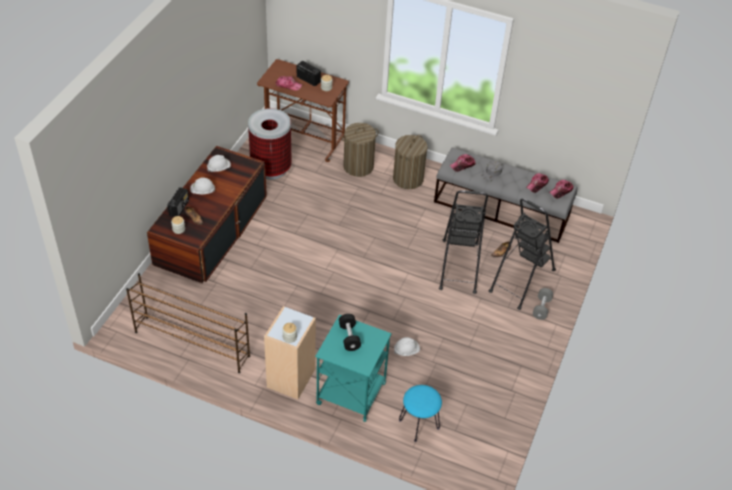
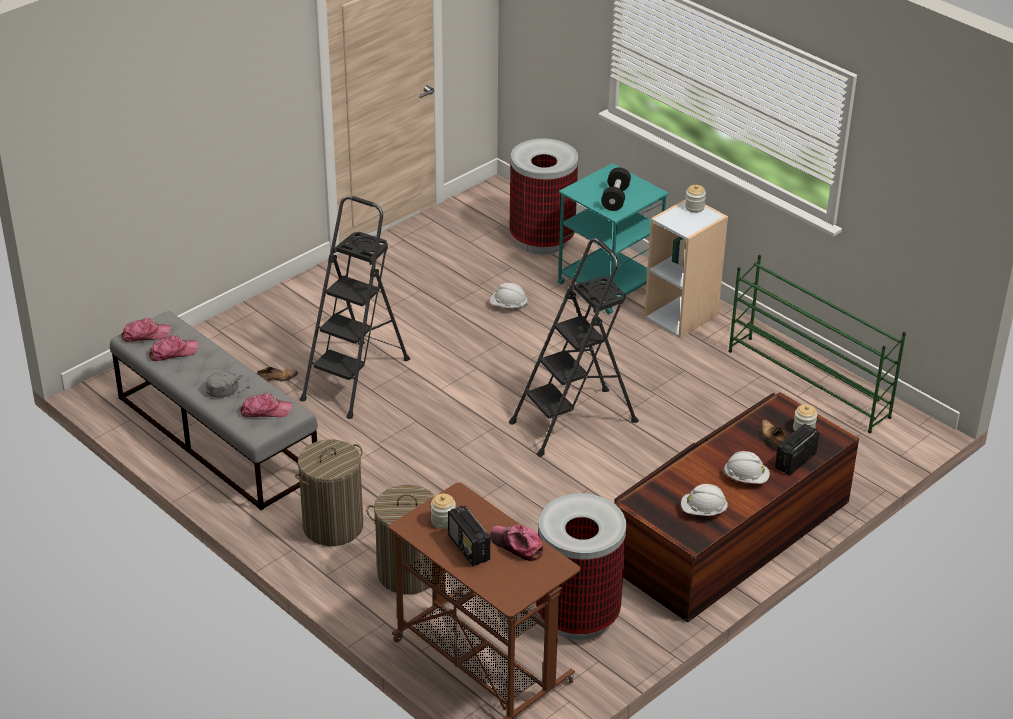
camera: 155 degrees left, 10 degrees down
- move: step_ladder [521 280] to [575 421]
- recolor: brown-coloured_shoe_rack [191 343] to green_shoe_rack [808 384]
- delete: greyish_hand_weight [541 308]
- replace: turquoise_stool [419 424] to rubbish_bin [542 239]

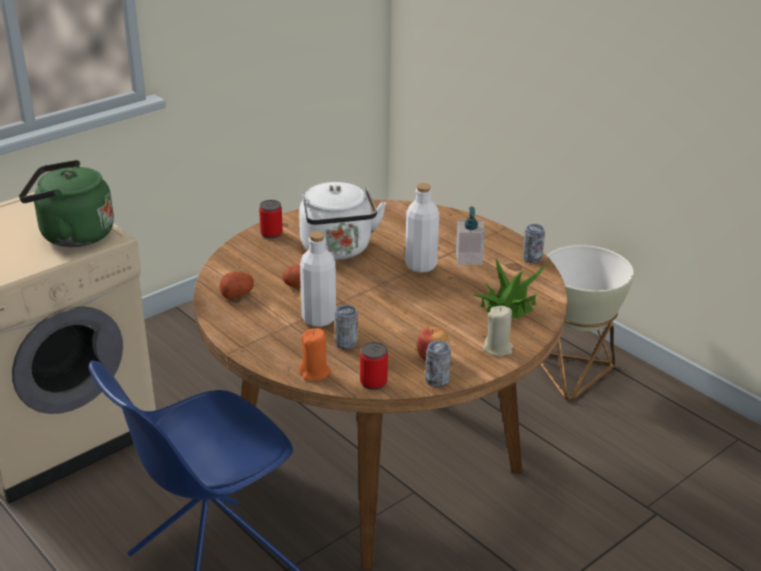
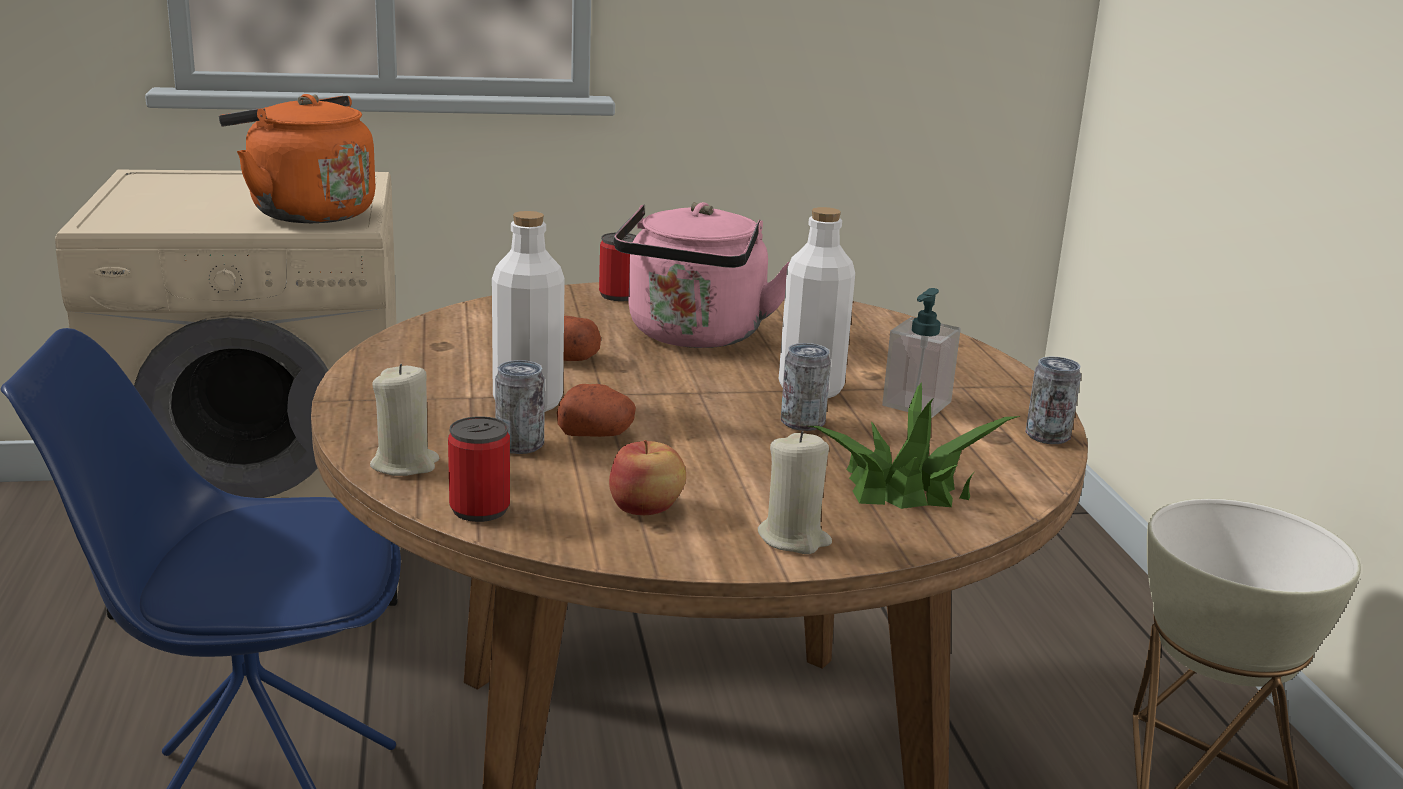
camera: 30 degrees right, 10 degrees down
- recolor: green_water_kettle [72 235] to orange-coloured_water_kettle [306 212]
- recolor: white-coloured_water_kettle [338 250] to pink-coloured_water_kettle [694 337]
- move: potato [237 293] to [597 434]
- recolor: orange-coloured_wax_light [315 372] to beige-coloured_wax_light [405 464]
- move: sealed_can [437 381] to [802 423]

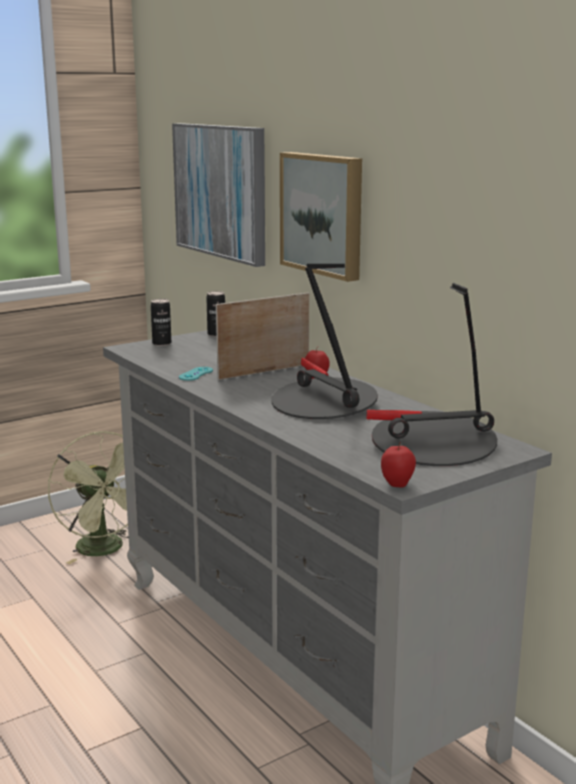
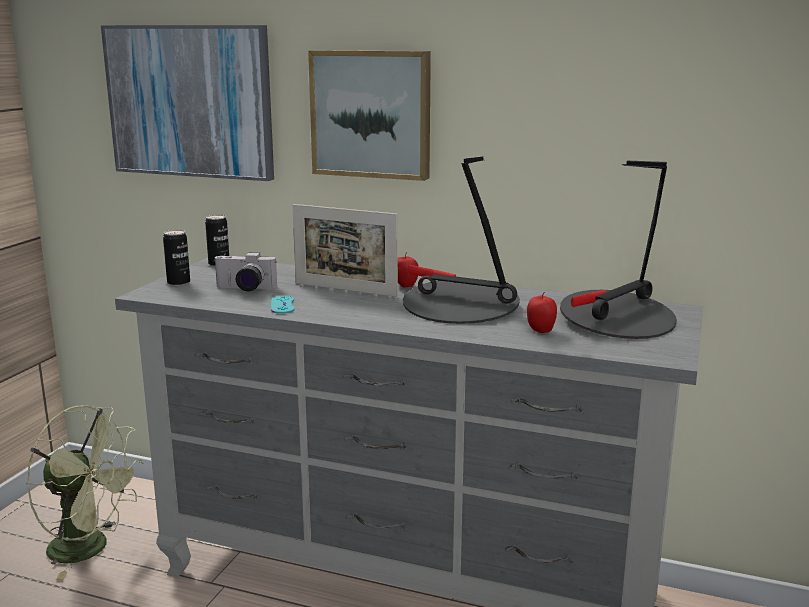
camera: 35 degrees left, 0 degrees up
- rotate: picture_frame [264 372] = [345 289] 90 degrees counterclockwise
- move: apple [397 484] to [540 331]
- insert: photo_camera [244 289]

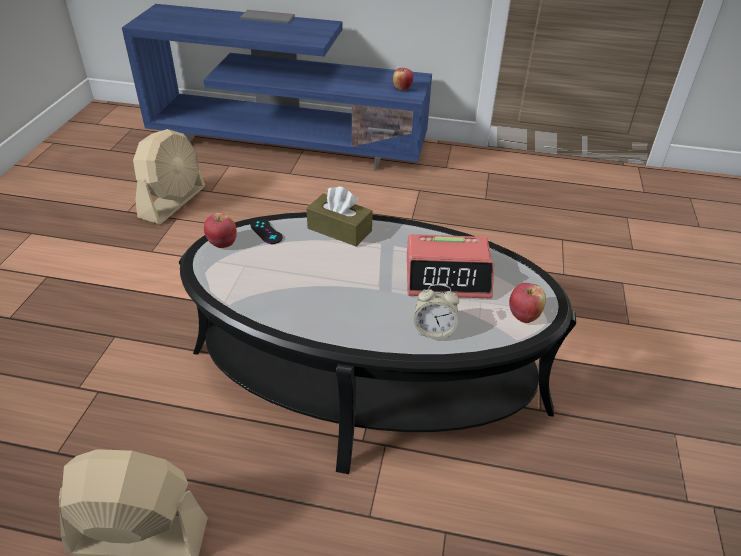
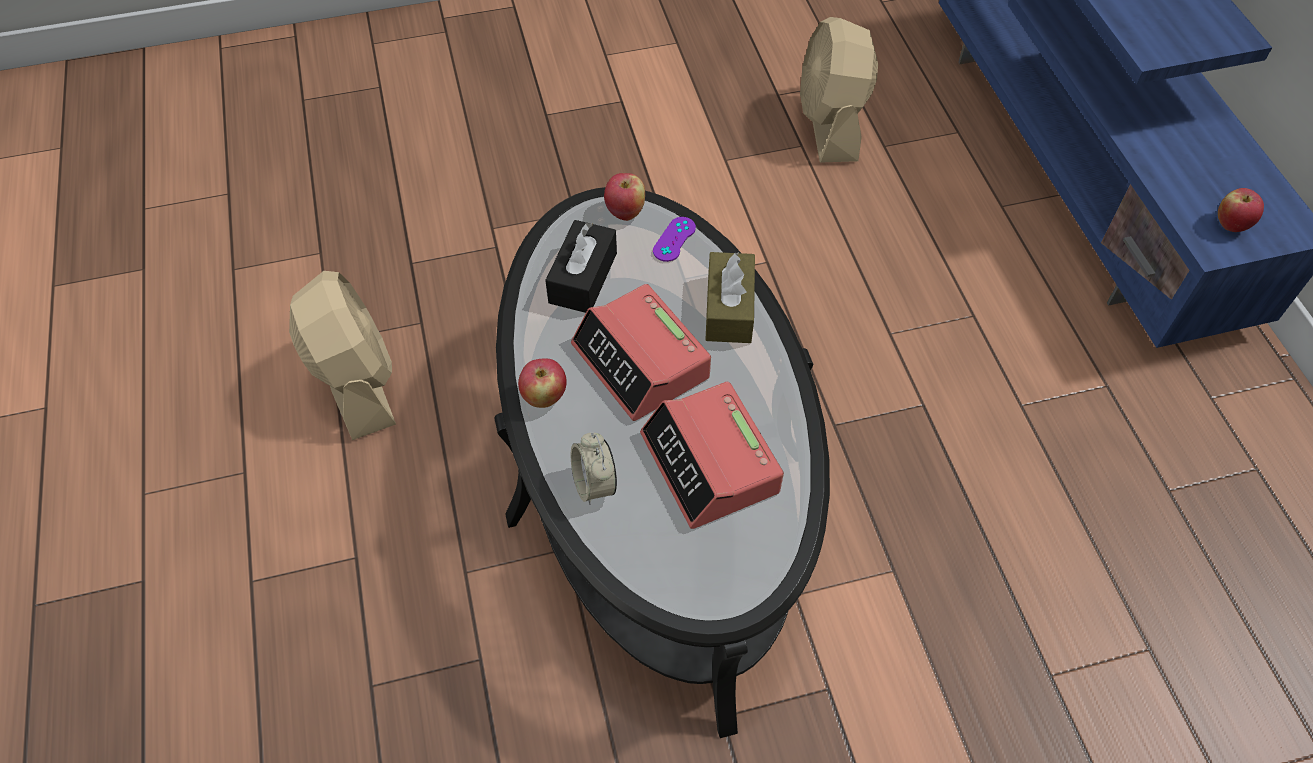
camera: 65 degrees right, 15 degrees up
- rotate: beige-coloured_electric_fan [173 202] = [830 123] 90 degrees clockwise
- recolor: black-coloured_joypad [266 231] to purplish_joypad [674 239]
- move: apple [523 316] to [544 396]
- insert: black-coloured_tissue_box [583 278]
- insert: table_clock [641 362]

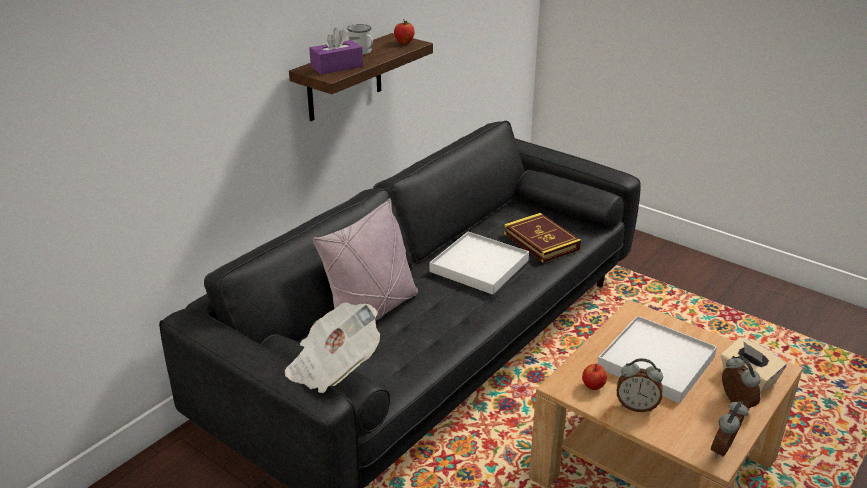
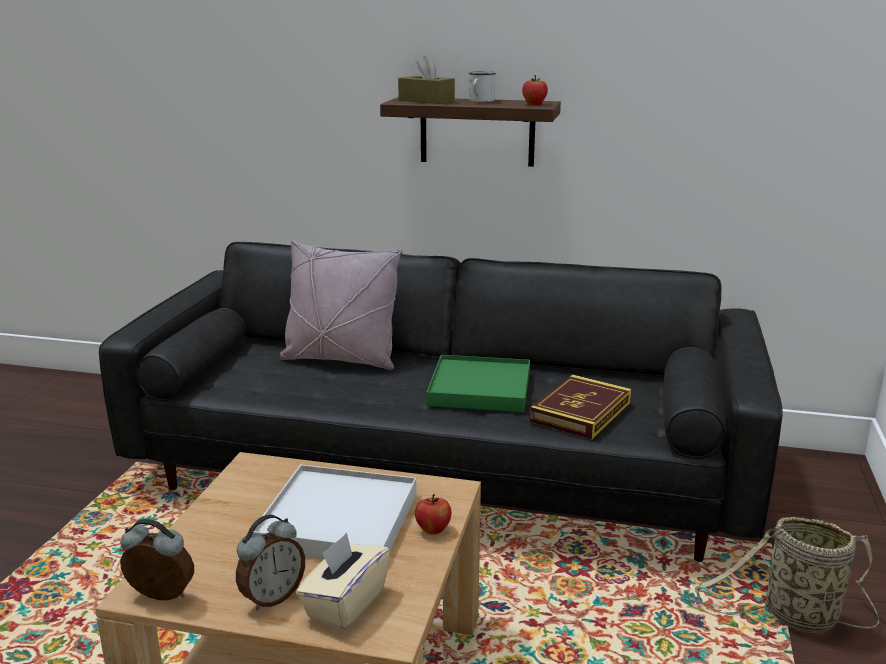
camera: 65 degrees right, 10 degrees down
- recolor: purplish_tissue_box [337 66] to brown-coloured_tissue_box [426 101]
- recolor: white-coloured_carrying_tray [479 266] to green_carrying_tray [479 388]
- delete: daily_paper [333 367]
- delete: table_clock [636 406]
- move: apple [593 386] to [433 530]
- insert: basket [795 618]

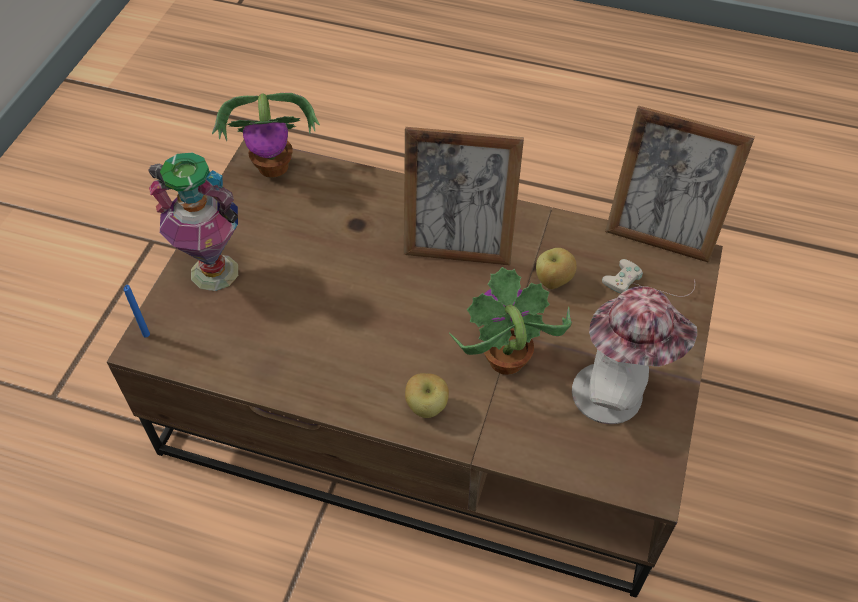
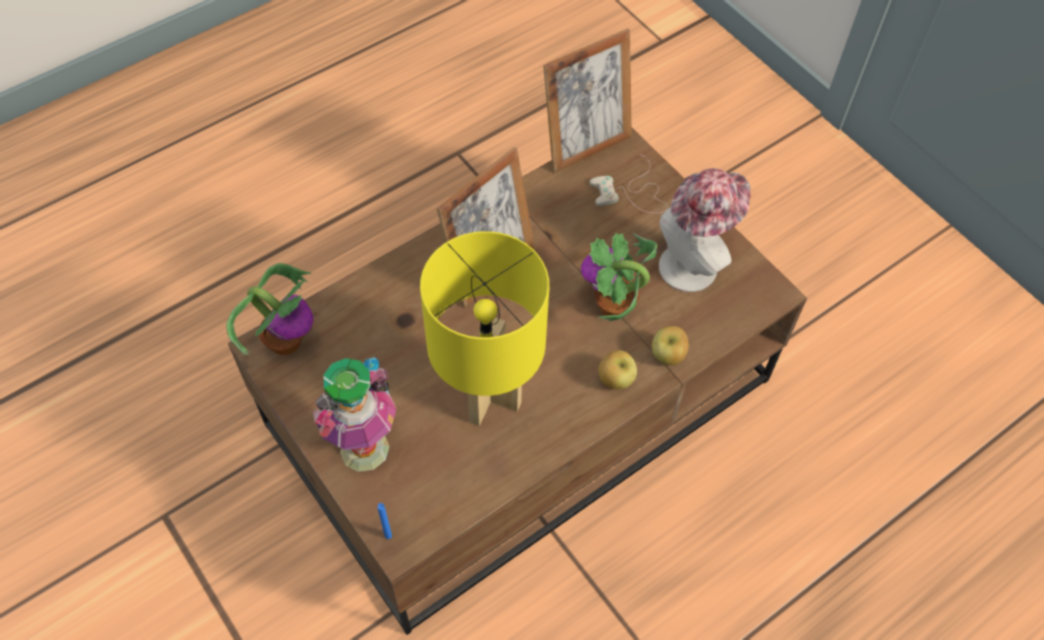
camera: 55 degrees left, 5 degrees up
- move: apple [553 281] to [668 356]
- insert: yellow_lamp_for_a_table [489 395]

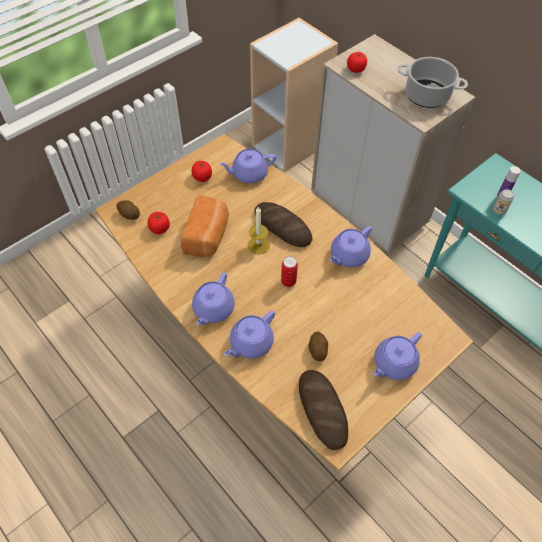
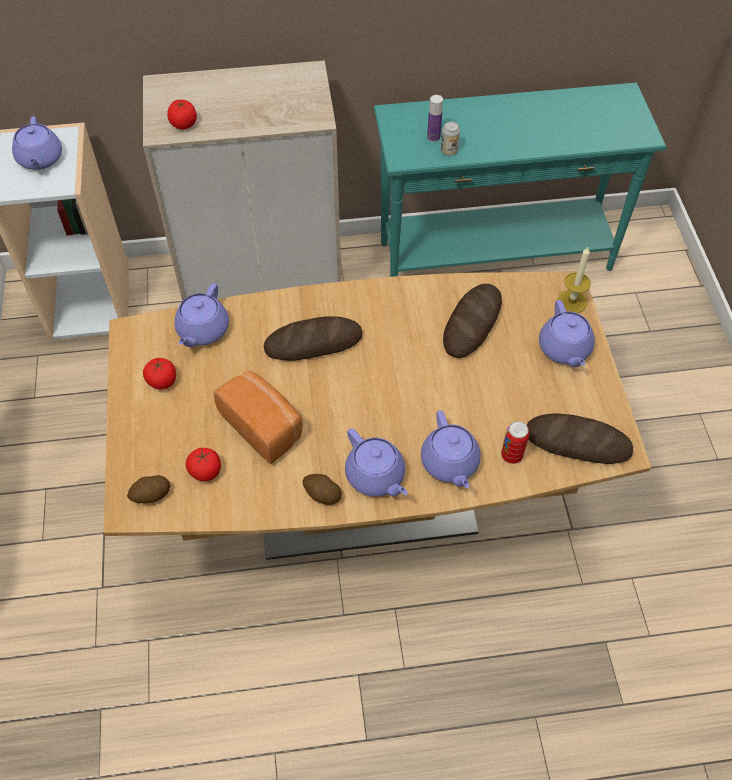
camera: 55 degrees left, 0 degrees up
- delete: cooking_pot [427 95]
- move: wax_light [258 245] to [572 301]
- move: purplish_teapot [348 255] to [40 159]
- move: sealed_can [288 281] to [511 455]
- move: potato [317 350] to [322 494]
- insert: bakery_bread [472 323]

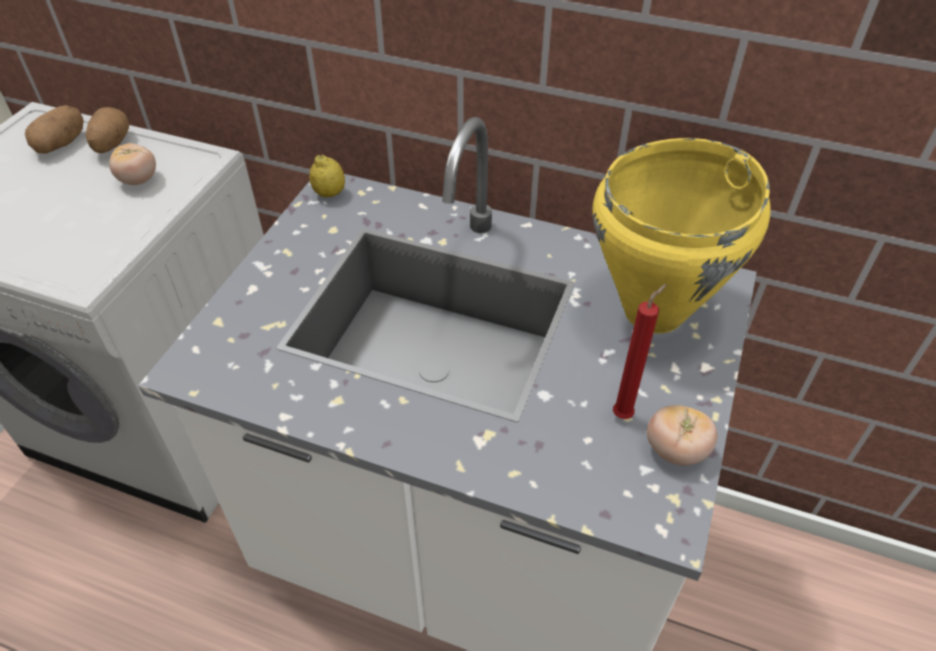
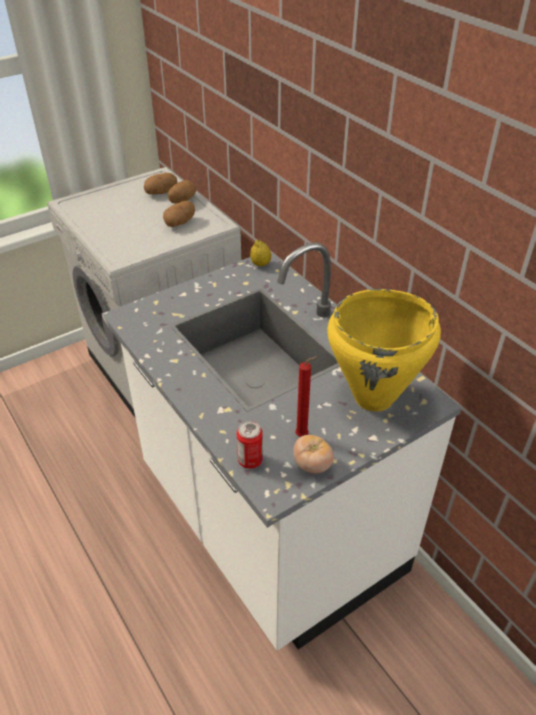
camera: 35 degrees right, 5 degrees down
- replace: fresh_tomato [138 180] to potato [180 223]
- insert: sealed_can [250 460]

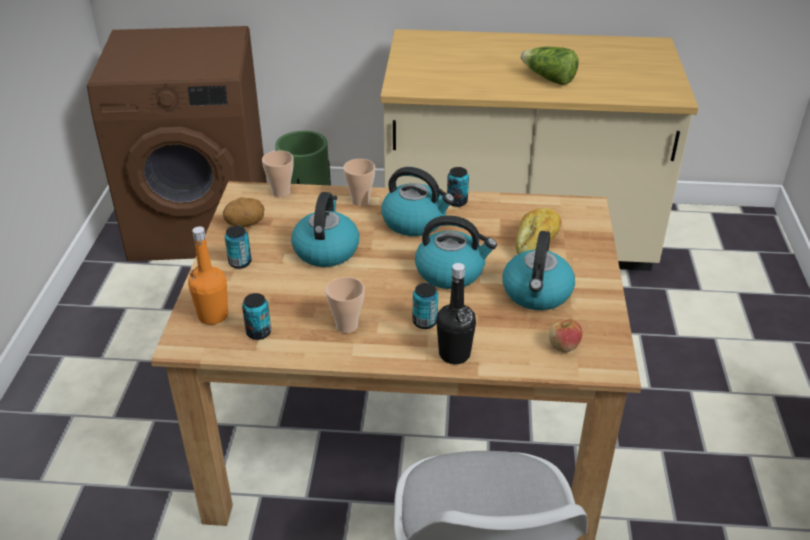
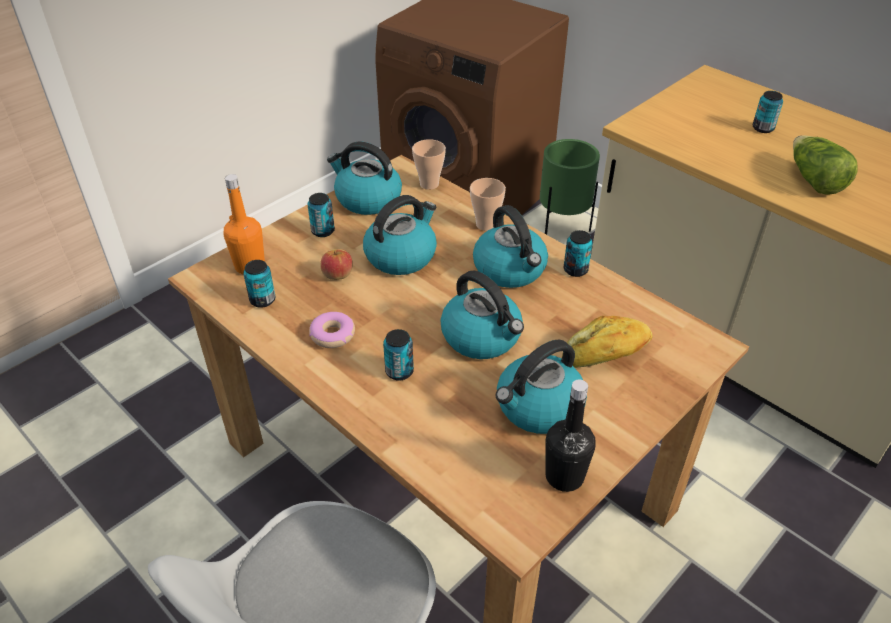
camera: 40 degrees right, 5 degrees up
- replace: potato [245 224] to water_kettle [367 199]
- move: black-coloured_drink_bottle [454 354] to [564 476]
- replace: cup [347 326] to doughnut [333 335]
- move: apple [563 346] to [337 274]
- insert: sealed_can [763 128]

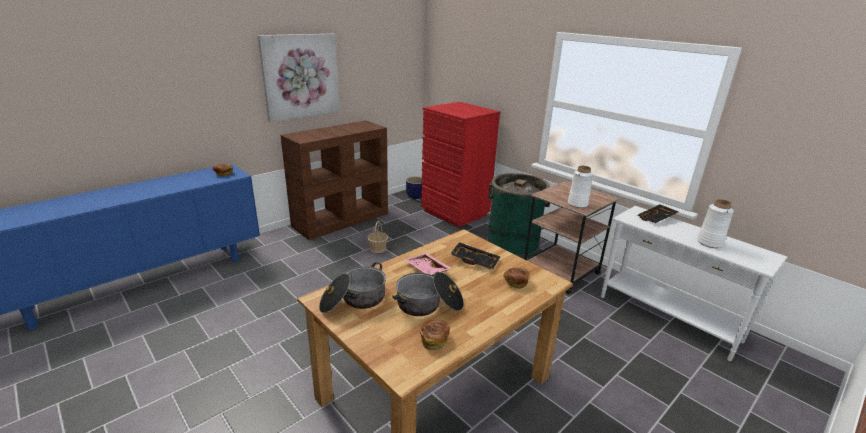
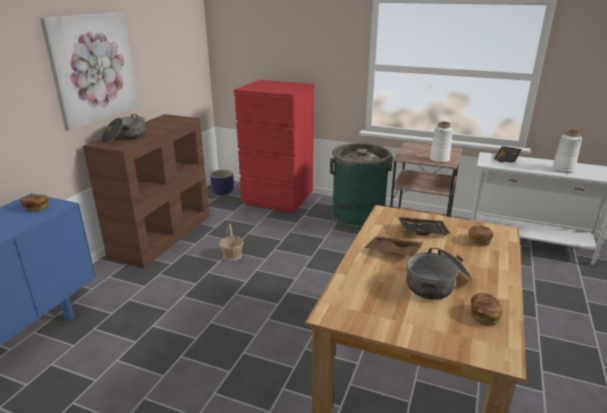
camera: 25 degrees left, 0 degrees up
- recolor: pink-coloured_carrying_tray [426 270] to brown-coloured_carrying_tray [393 252]
- move: cooking_pot [353 301] to [125 138]

